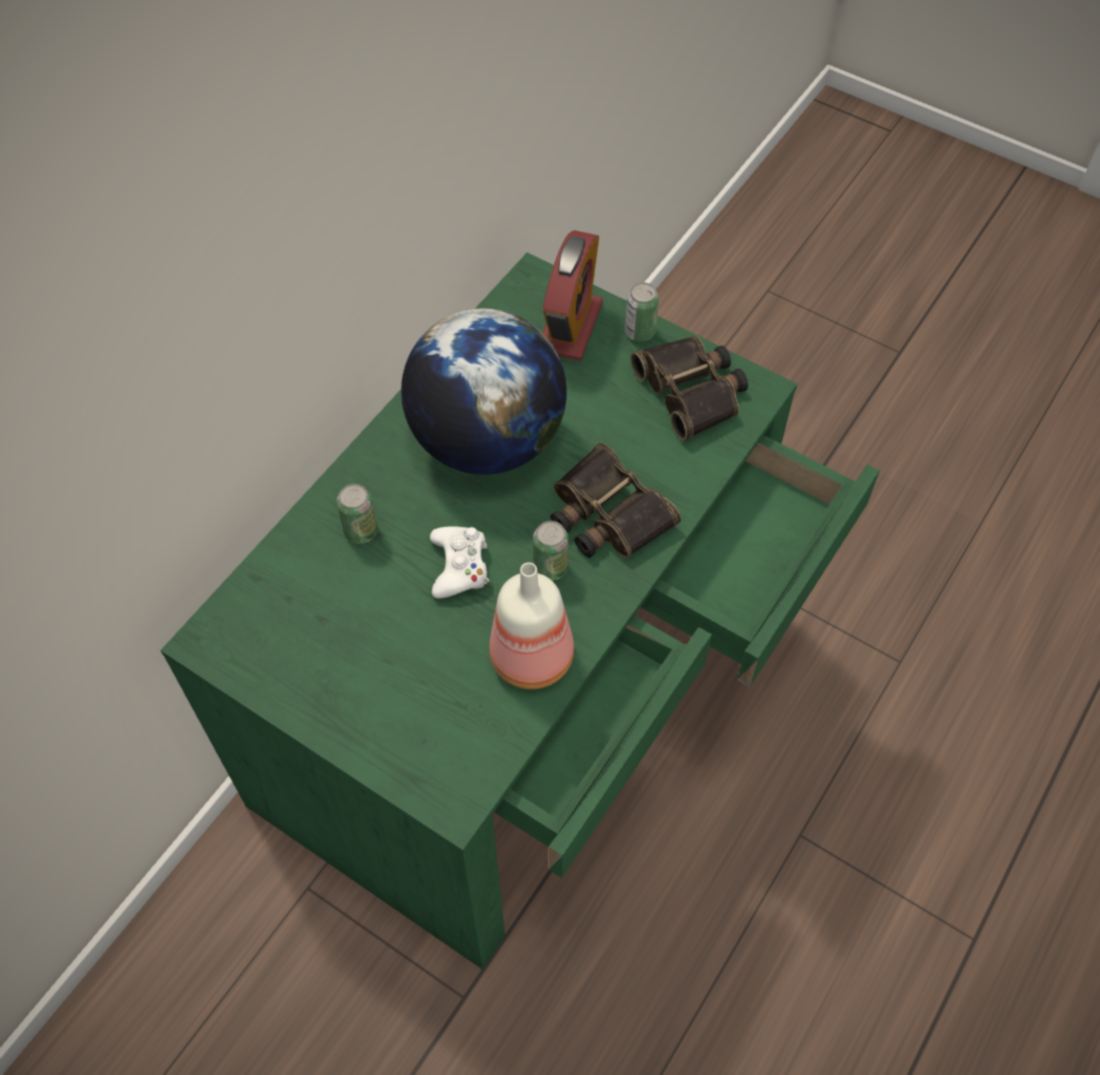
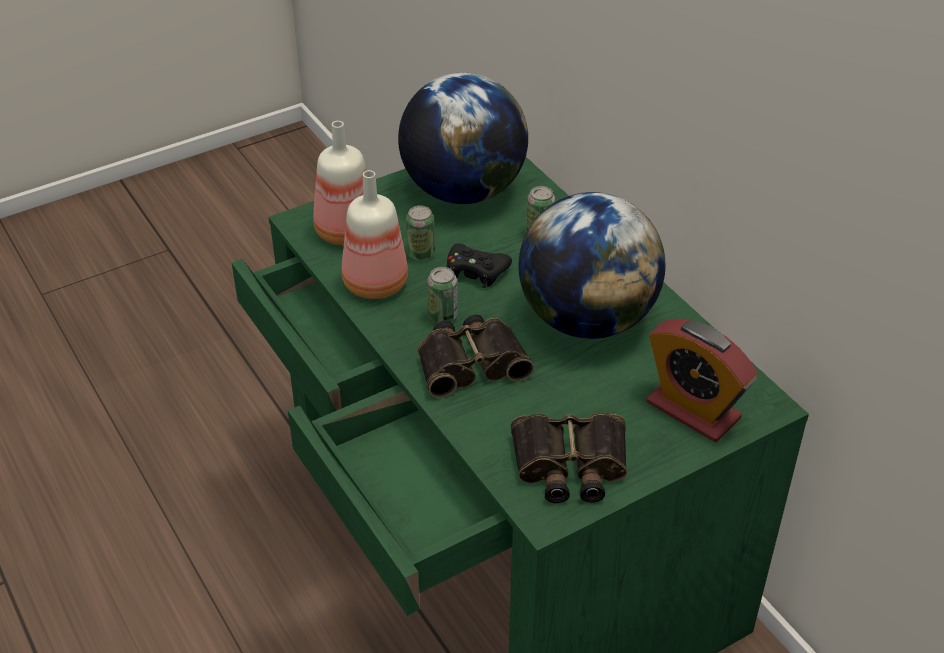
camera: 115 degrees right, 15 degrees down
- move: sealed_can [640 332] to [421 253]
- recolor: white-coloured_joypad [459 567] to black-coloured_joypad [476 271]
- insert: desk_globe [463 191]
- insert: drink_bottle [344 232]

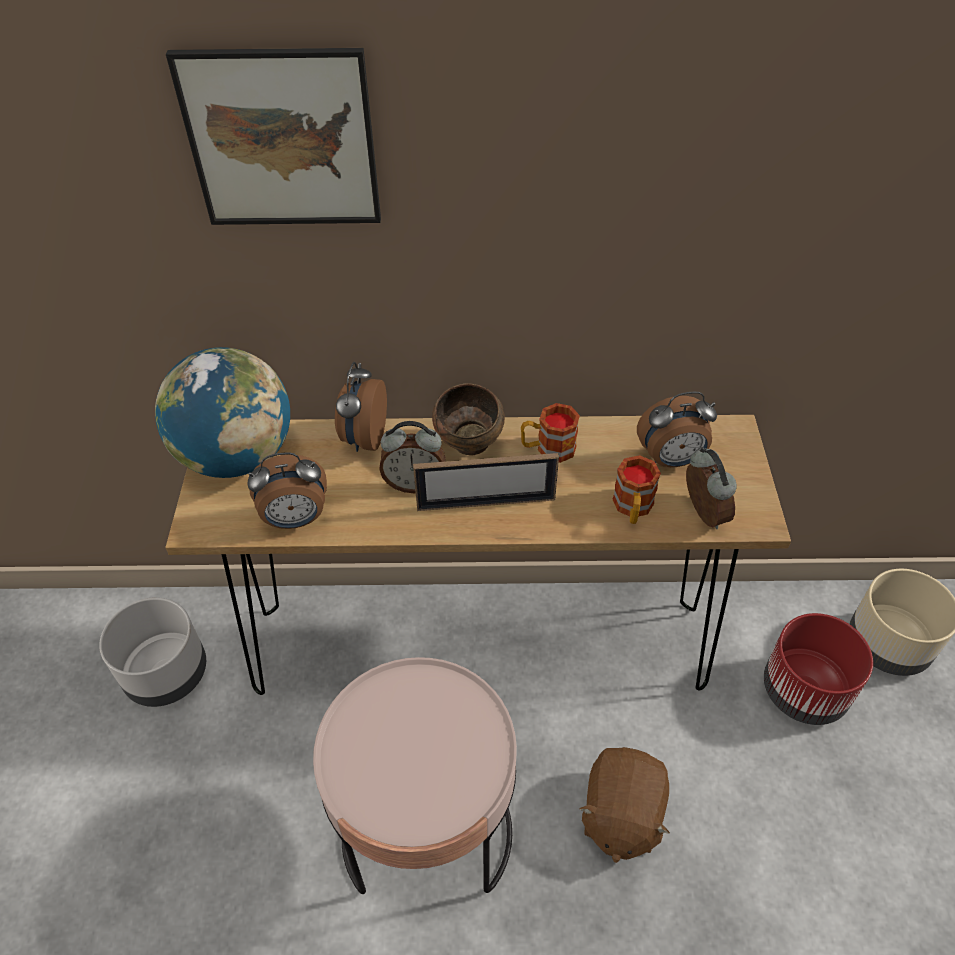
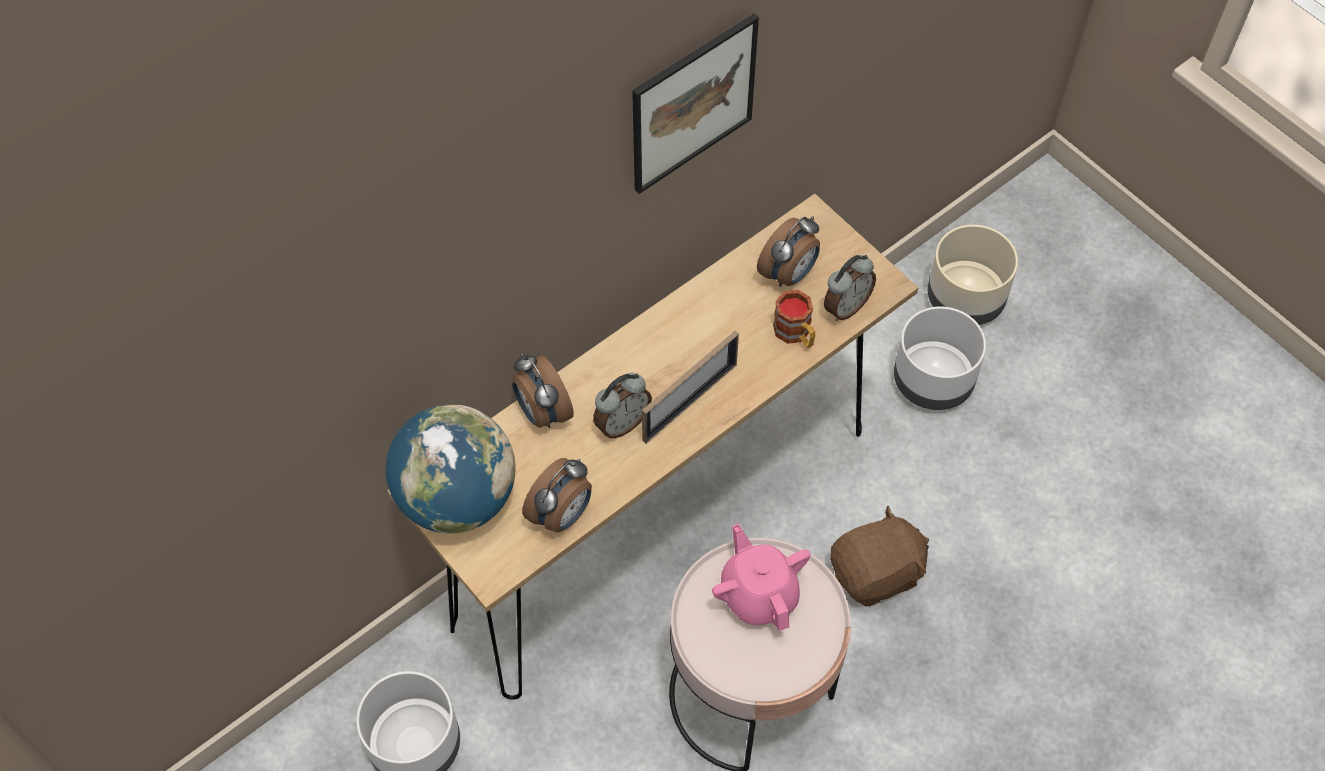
camera: 40 degrees left, 10 degrees up
- move: picture [282 140] to [692 103]
- delete: brown-coloured_serving_bowl [470 447]
- delete: coffee_mug [548 448]
- rotate: table_clock [701 514] = [845 306] 105 degrees clockwise
- recolor: reddish_flower_pot [803 691] to greyish_flower_pot [932 381]
- rotate: brown-coloured_cuddly_toy [620 814] = [876 573] 90 degrees counterclockwise
- insert: pink-coloured_teapot [759 594]

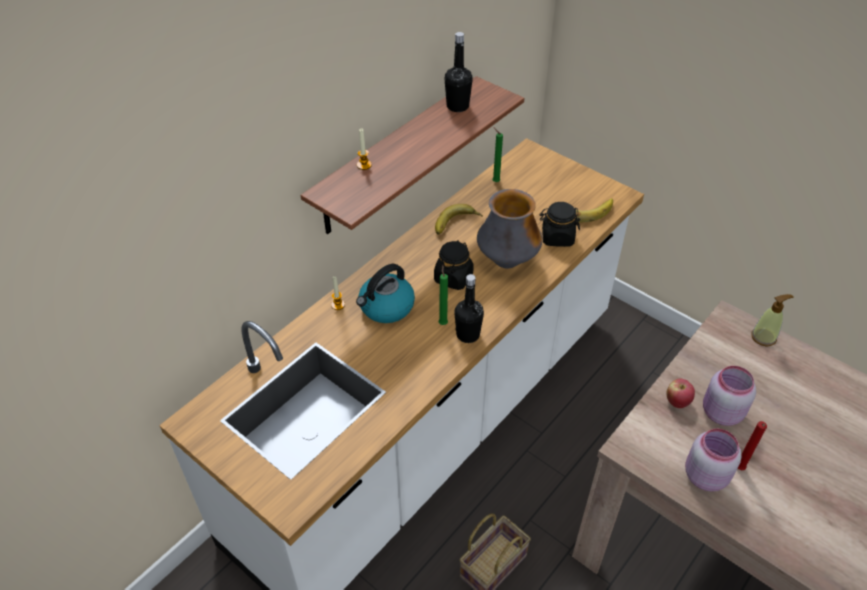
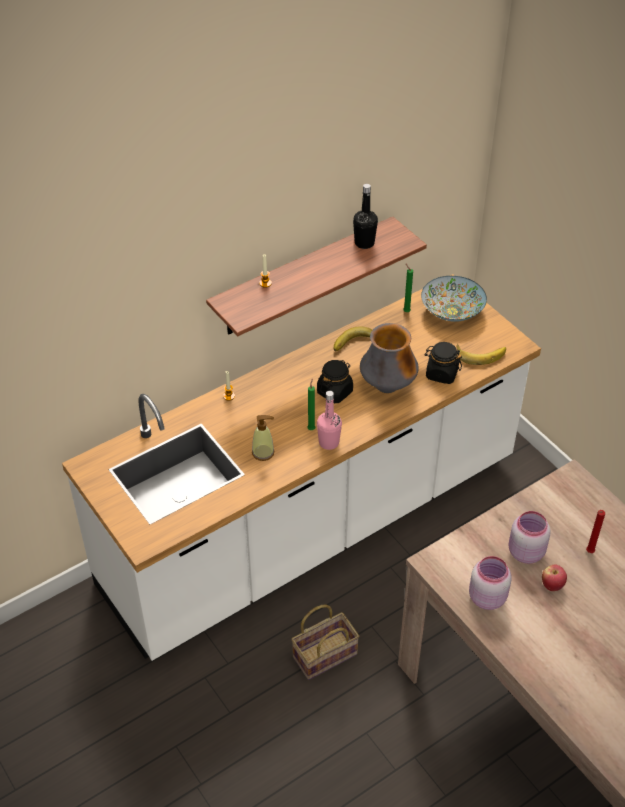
camera: 15 degrees right, 0 degrees up
- delete: water_kettle [386 307]
- recolor: black-coloured_drink_bottle [468 334] to pink-coloured_drink_bottle [329 442]
- move: liquid_soap_bottle [763 337] to [263 452]
- move: apple [677 401] to [552 585]
- move: reddish_wax_light [739 469] to [589 552]
- insert: serving_bowl [452 311]

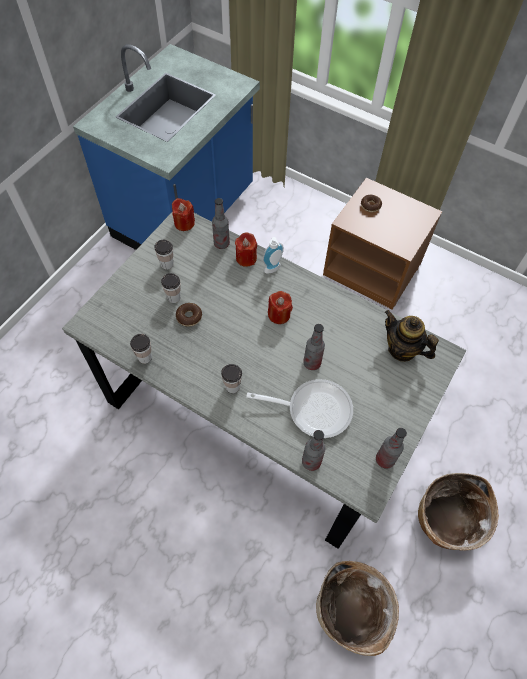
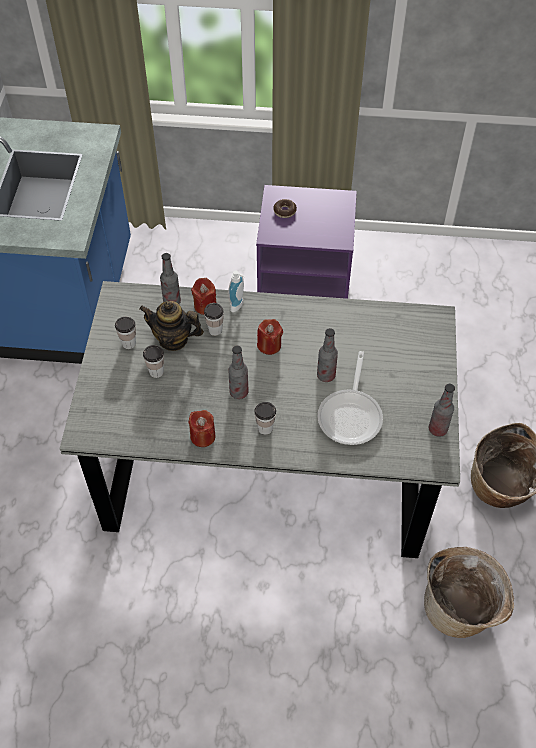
camera: 25 degrees left, 5 degrees down
- recolor: brown-coloured_night_table [373 269] to purplish_night_table [305 278]
- move: reddish_wax_light [184 223] to [202 436]
- delete: doughnut [189 317]
- move: teapot [402 349] to [173 339]
- move: cup [145 357] to [215 330]
- rotate: pan [313 409] = [351 415] 120 degrees clockwise
- move: drink_bottle [311 461] to [239 392]

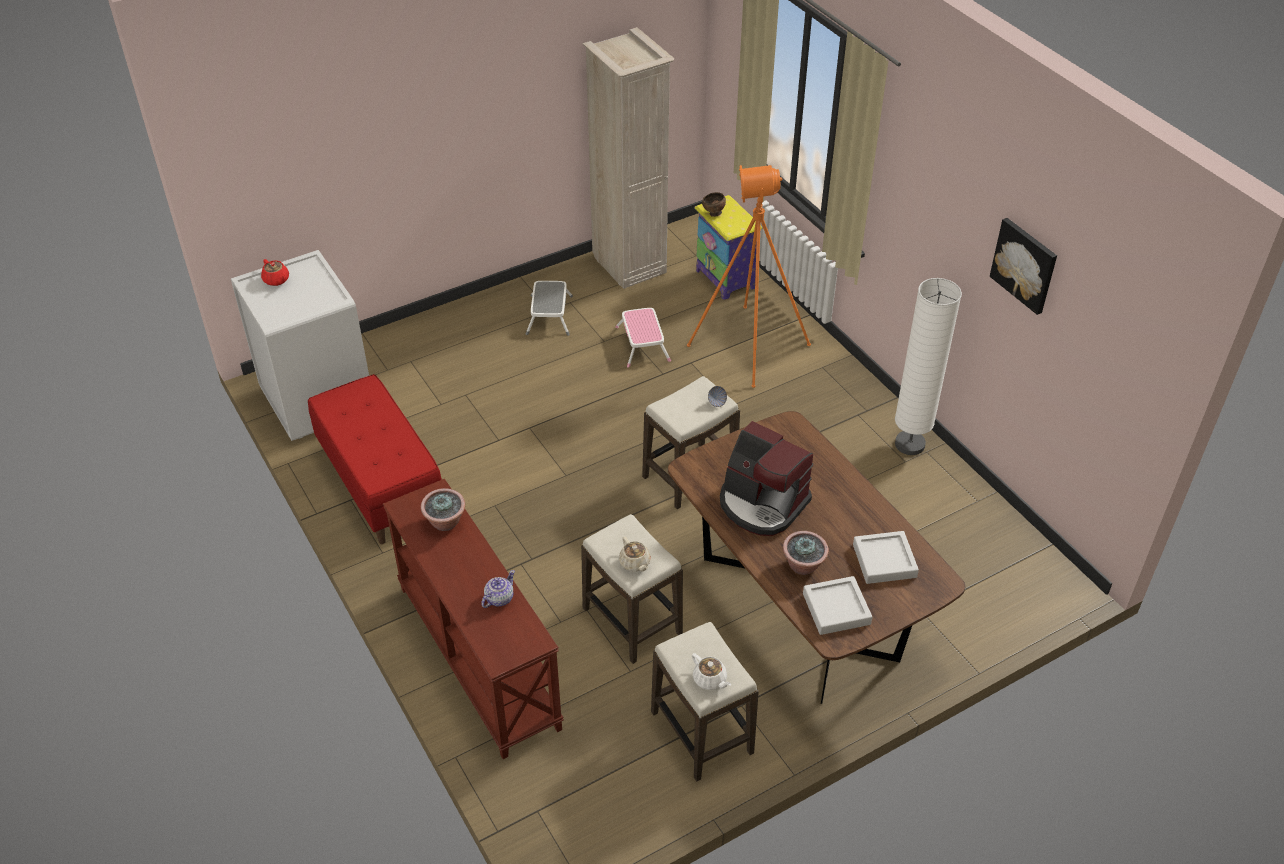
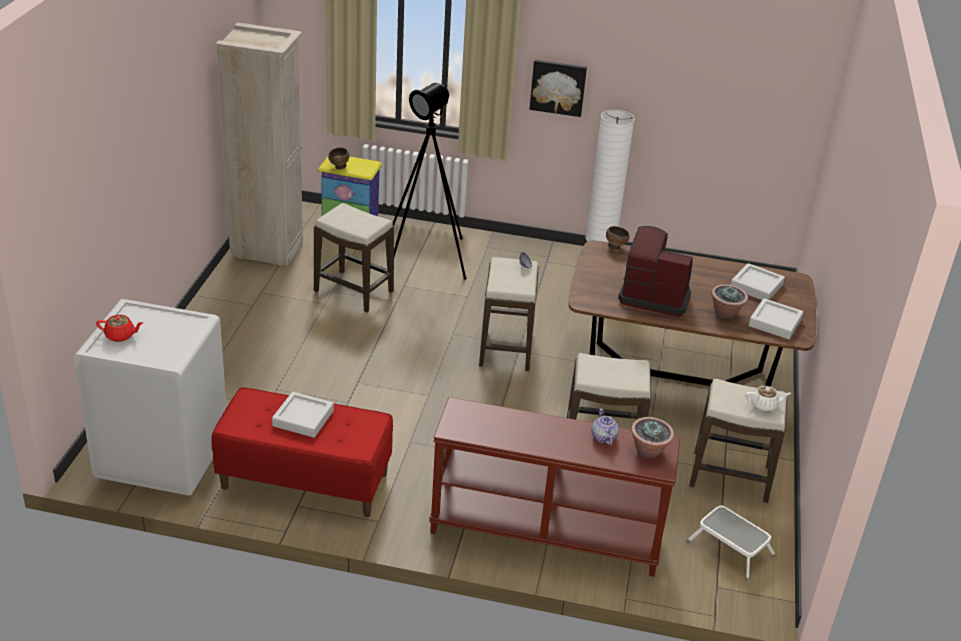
camera: 50 degrees left, 10 degrees down
- recolor: orange-coloured_standard_lamp [748 346] to black-coloured_standard_lamp [425 258]
- move: picture [1025 265] to [558 87]
- move: greyish_step_ladder [550 315] to [730 549]
- replace: pink-coloured_step_ladder [642 344] to stool [354 291]
- rotate: coffee_brewer [762 504] = [654 296] 150 degrees counterclockwise
- move: plant_in_a_pot [445 523] to [649 450]
- delete: beige-coloured_teapot [635 563]
- insert: brown-coloured_serving_bowl [615 247]
- insert: greyish_carrying_tray [303 418]

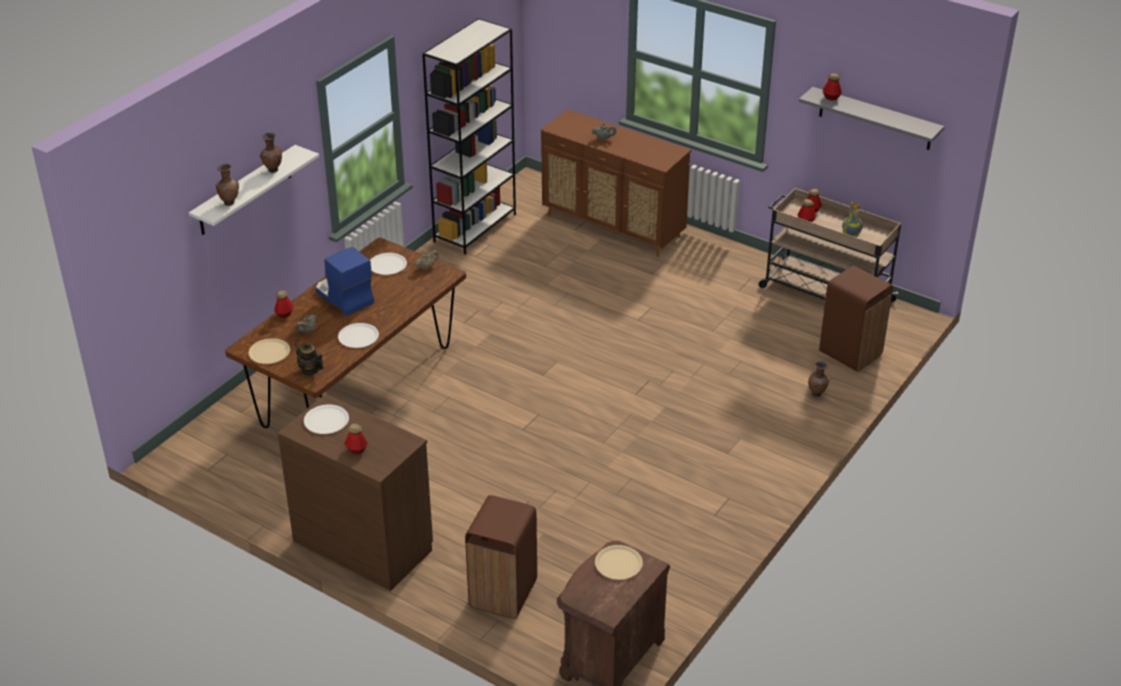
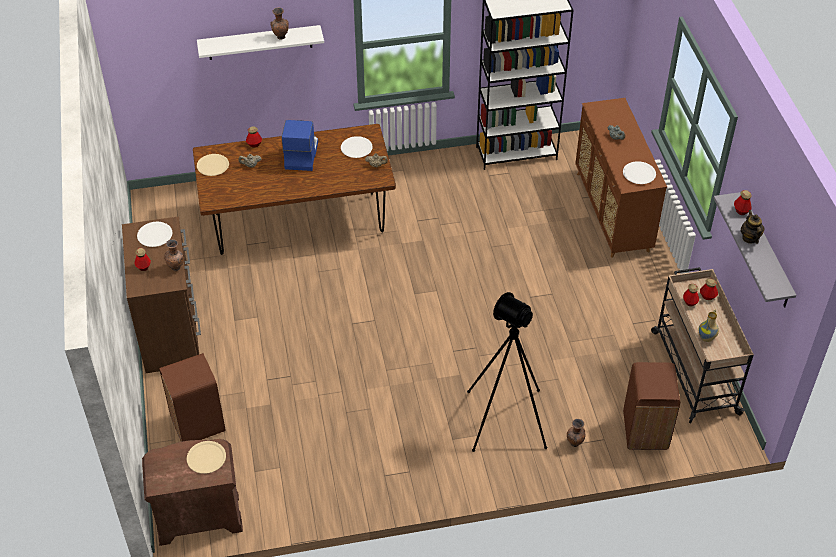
camera: 45 degrees right, 10 degrees up
- move: brown-coloured_decorative_vase [229 203] to [176 268]
- move: white-coloured_plate [358 336] to [639 173]
- move: teapot [310 370] to [750 238]
- insert: black-coloured_standard_lamp [506 420]

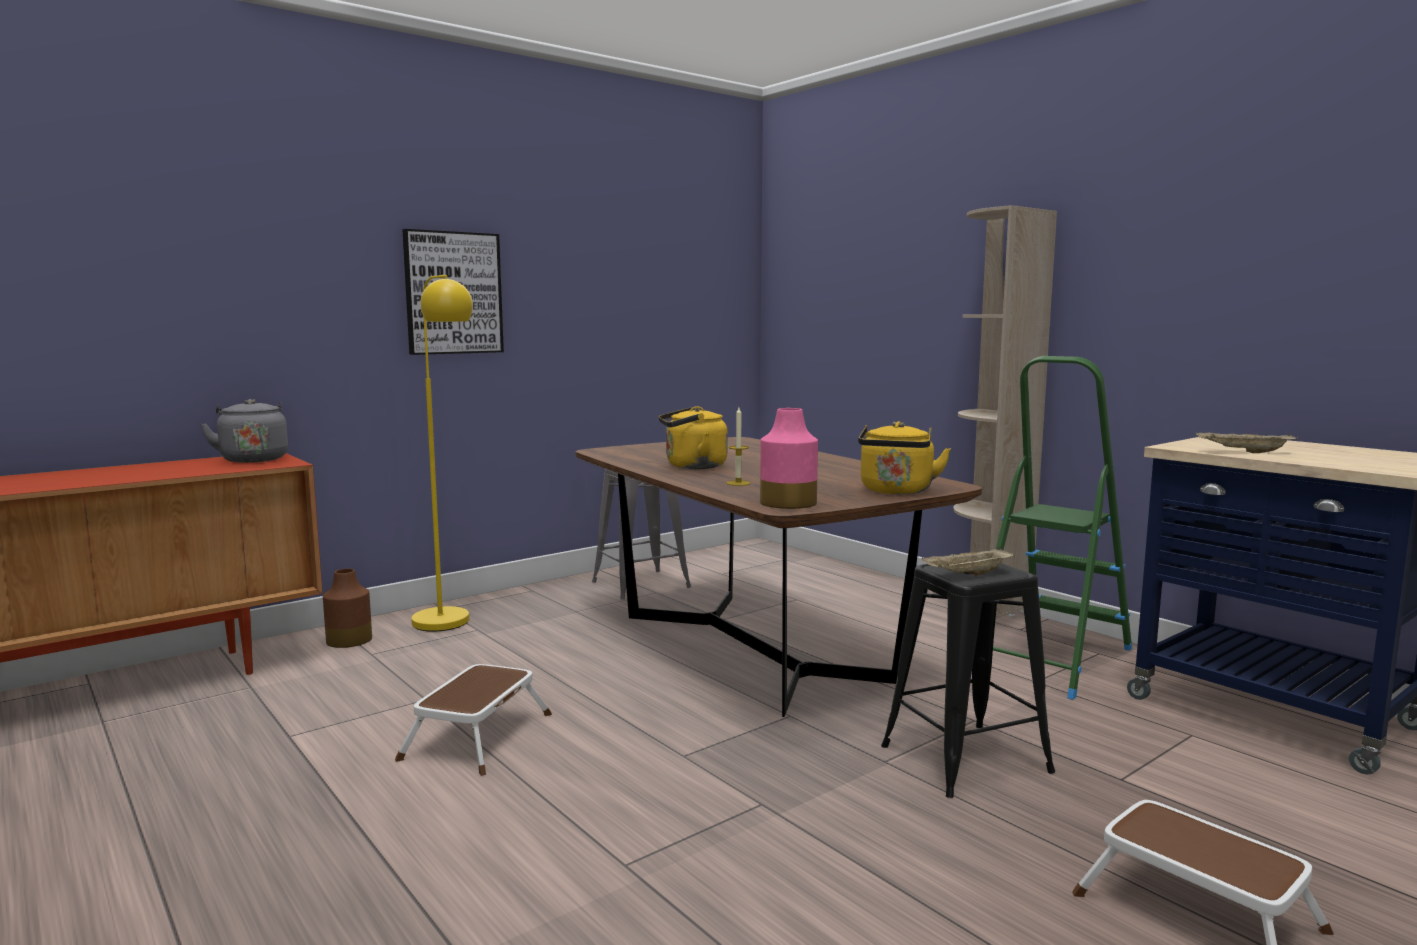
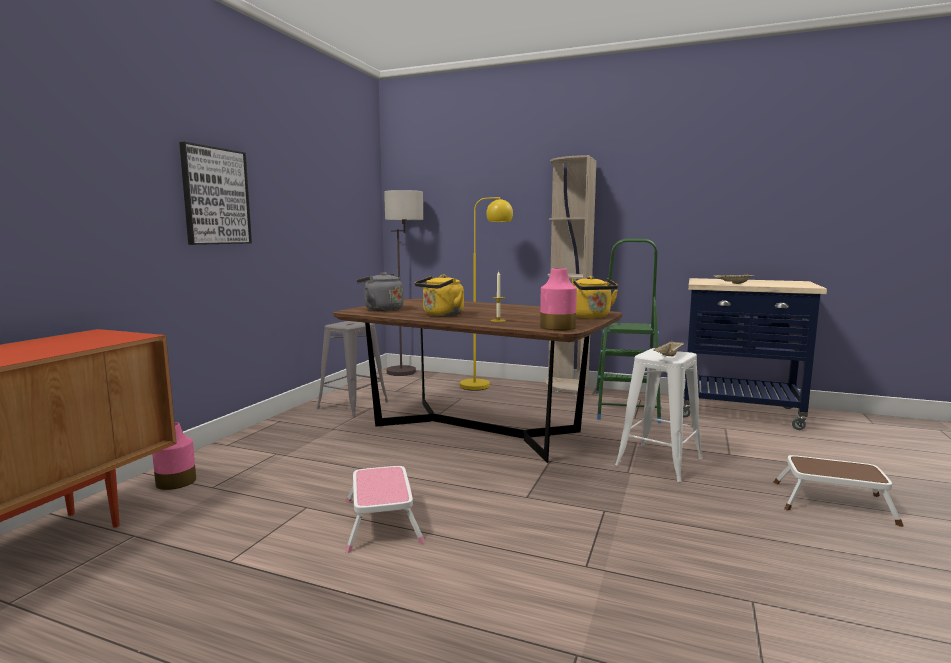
camera: 30 degrees left, 0 degrees up
- move: yellow_standard_lamp [449 626] to [484 387]
- move: greyish_water_kettle [253 459] to [381 309]
- recolor: black-coloured_stool [966 759] to white-coloured_stool [659 461]
- recolor: brown-coloured_decorative_vase [349 639] to pink-coloured_decorative_vase [176 481]
- recolor: brown-coloured_step_ladder [478 736] to pink-coloured_step_ladder [383 520]
- insert: greyish_standard_lamp [405 374]

